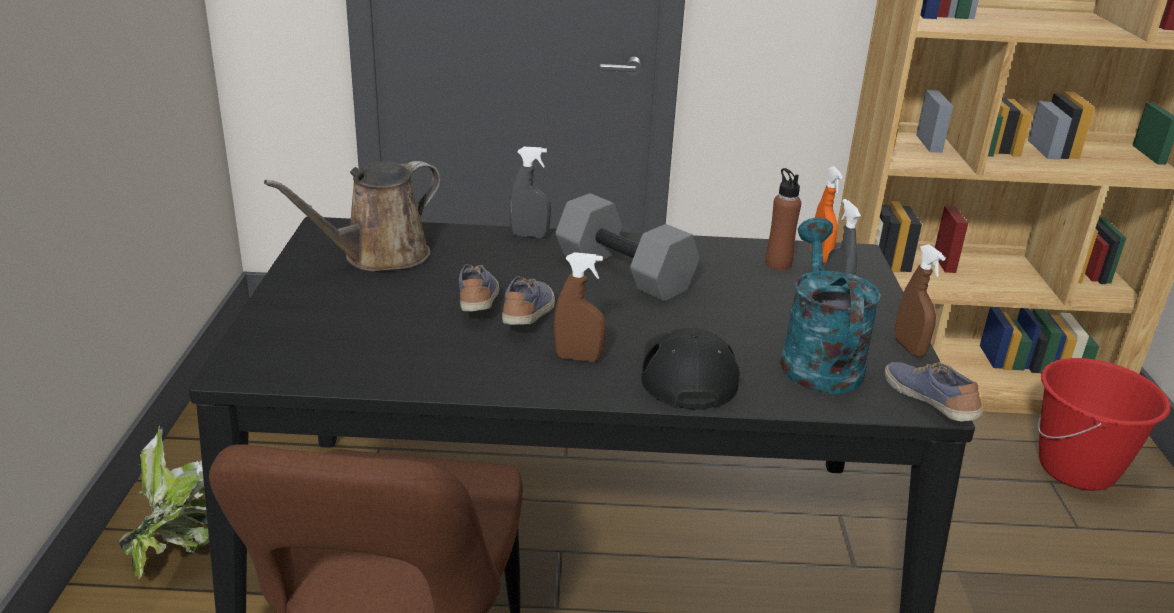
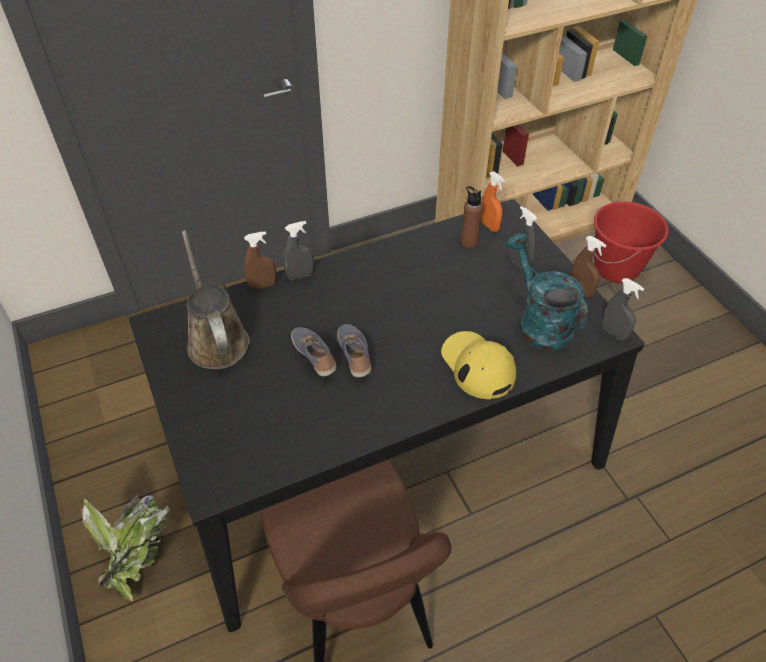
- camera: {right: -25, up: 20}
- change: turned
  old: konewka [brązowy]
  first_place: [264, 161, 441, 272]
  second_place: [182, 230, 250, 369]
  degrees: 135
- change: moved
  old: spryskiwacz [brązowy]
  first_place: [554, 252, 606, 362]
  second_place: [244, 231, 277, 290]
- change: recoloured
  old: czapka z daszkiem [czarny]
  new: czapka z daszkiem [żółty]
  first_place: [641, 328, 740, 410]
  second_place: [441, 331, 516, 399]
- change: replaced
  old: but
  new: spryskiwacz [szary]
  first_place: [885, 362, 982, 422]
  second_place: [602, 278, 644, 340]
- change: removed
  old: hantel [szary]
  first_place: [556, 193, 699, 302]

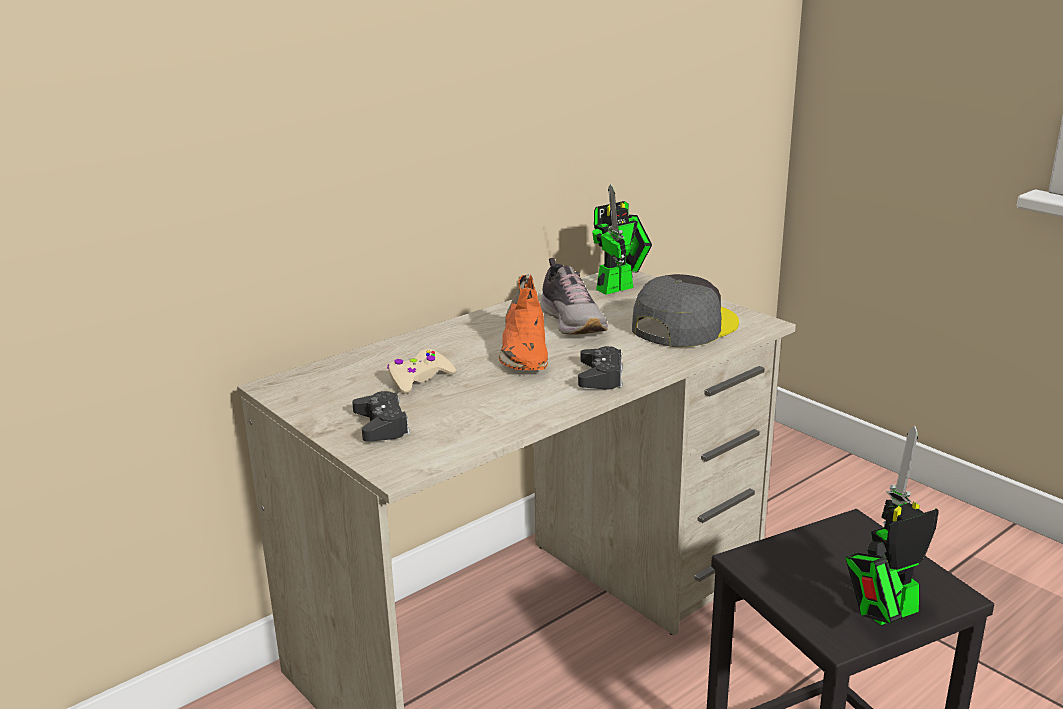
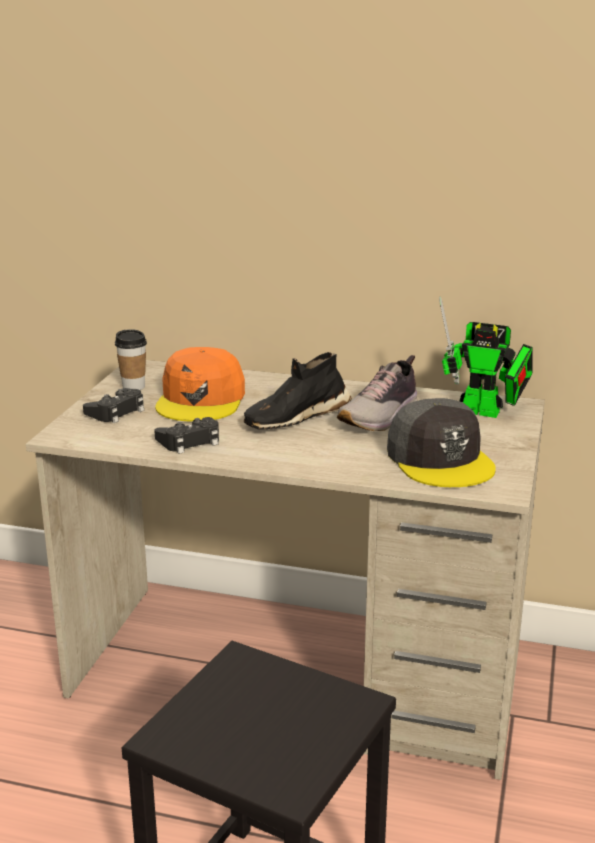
- camera: {right: 55, up: 0}
- change: added
  new: filiżanka
  second_place: [115, 329, 147, 390]
- change: moved
  old: pad do gier [czarny]
  first_place: [578, 346, 623, 390]
  second_place: [154, 417, 219, 454]
- change: replaced
  old: pad do gier [beżowy]
  new: czapka z daszkiem [pomarańczowy]
  first_place: [387, 349, 456, 394]
  second_place: [155, 347, 245, 422]
- change: recoloured
  old: but [pomarańczowy]
  new: but [czarny]
  first_place: [499, 274, 548, 371]
  second_place: [244, 352, 352, 430]
- change: turned
  old: czapka z daszkiem [szary]
  first_place: [632, 274, 739, 347]
  second_place: [387, 398, 496, 487]
  degrees: 60
- change: removed
  old: robot zabawkowy
  first_place: [845, 426, 939, 625]

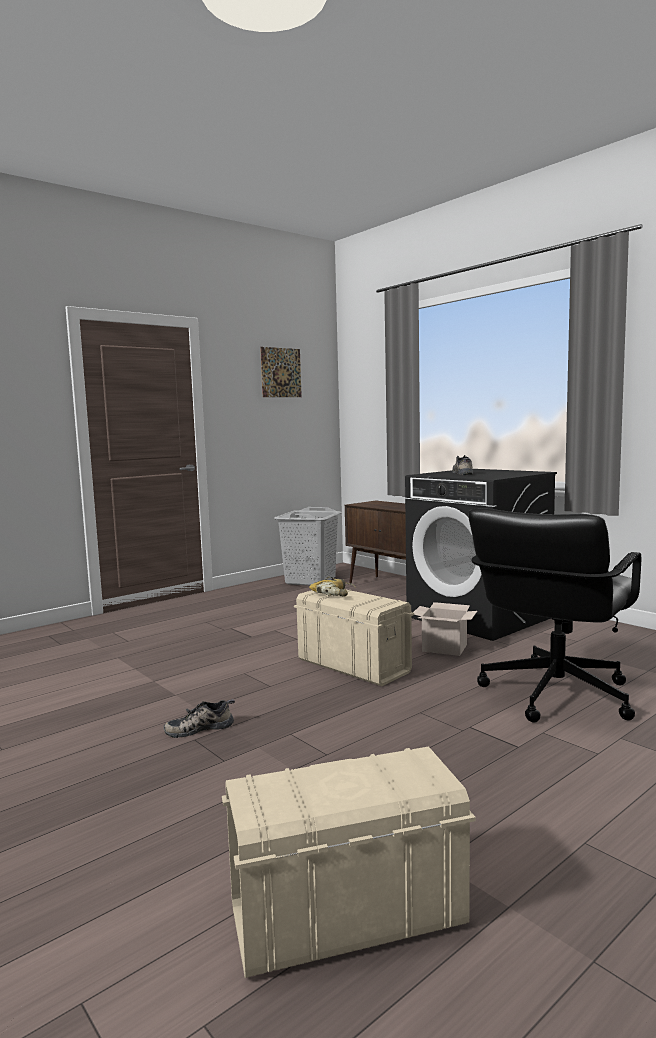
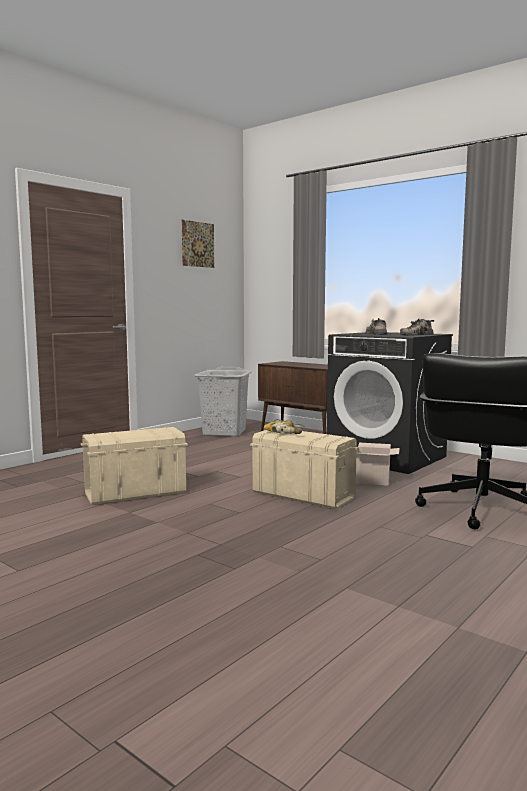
- camera: {right: -10, up: 0}
- change: moved
  old: pojemnik do przechowywania [beżowy]
  first_place: [222, 747, 476, 978]
  second_place: [81, 427, 188, 505]
- change: moved
  old: but
  first_place: [164, 699, 235, 738]
  second_place: [400, 319, 434, 336]

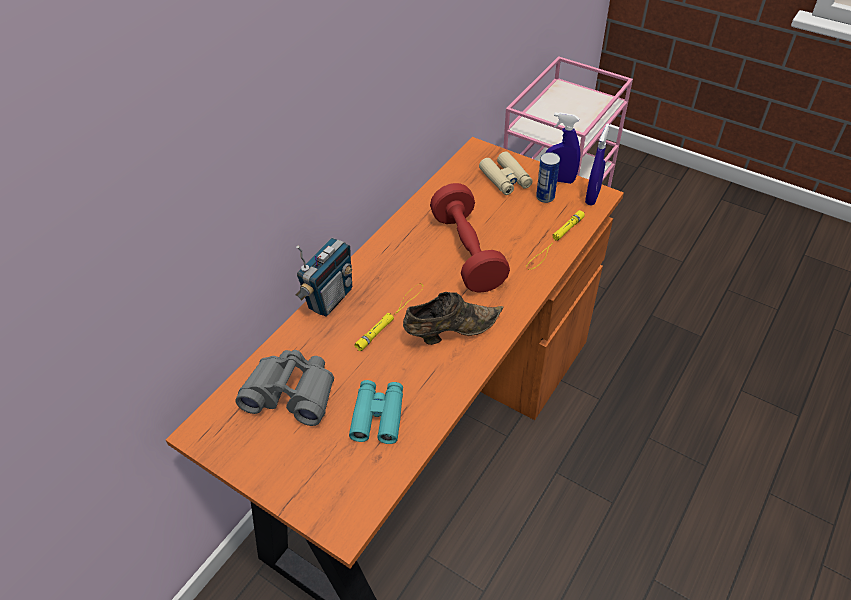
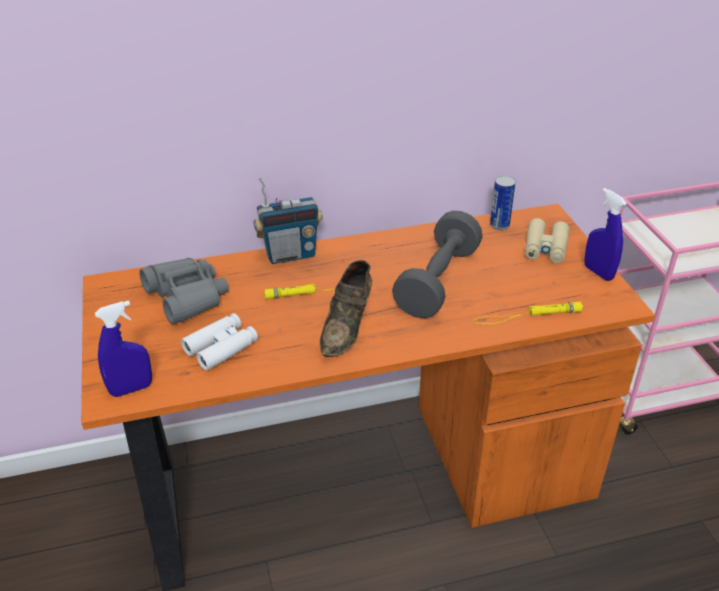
- camera: {right: 40, up: -10}
- change: moved
  old: spryskiwacz [niebieski]
  first_place: [585, 123, 610, 206]
  second_place: [95, 301, 152, 397]
- change: recoloured
  old: lornetka [turkusowy]
  new: lornetka [biały]
  first_place: [349, 380, 403, 444]
  second_place: [181, 313, 258, 371]
- change: turned
  old: but [brązowy]
  first_place: [403, 292, 504, 345]
  second_place: [320, 260, 372, 357]
  degrees: 90
- change: recoloured
  old: hantel [czerwony]
  new: hantel [szary]
  first_place: [430, 183, 510, 293]
  second_place: [392, 211, 483, 318]
- change: moved
  old: puszka
  first_place: [536, 152, 560, 203]
  second_place: [490, 176, 516, 230]

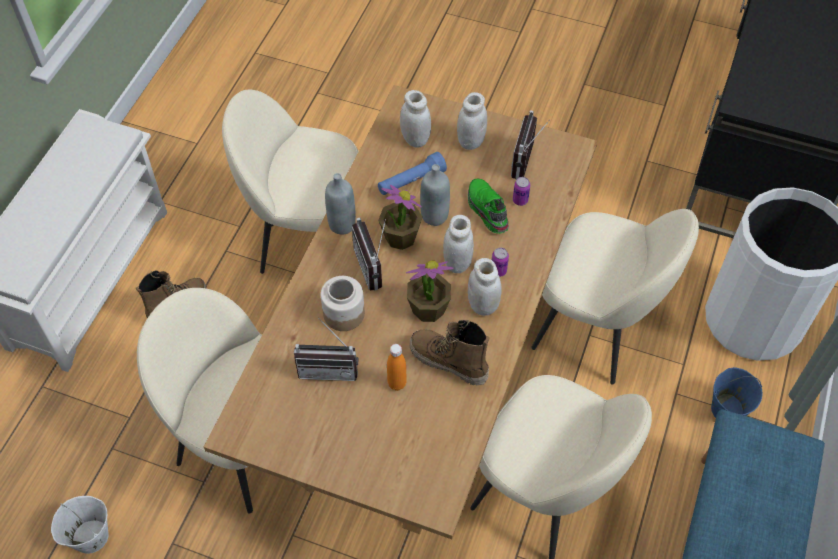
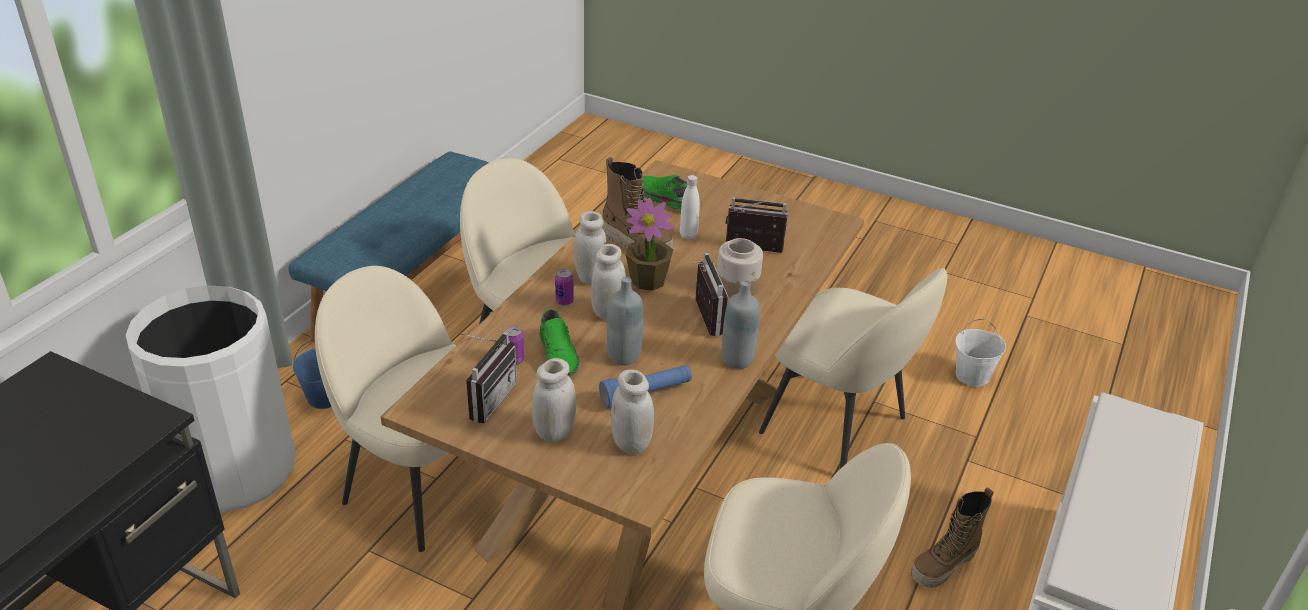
- camera: {right: -175, up: -20}
- change: added
  new: but [zielony]
  second_place: [643, 175, 687, 210]
- change: recoloured
  old: butelka [pomarańczowy]
  new: butelka [biały]
  first_place: [387, 344, 407, 391]
  second_place: [680, 175, 700, 240]
- change: removed
  old: roślina doniczkowa
  first_place: [378, 185, 423, 250]

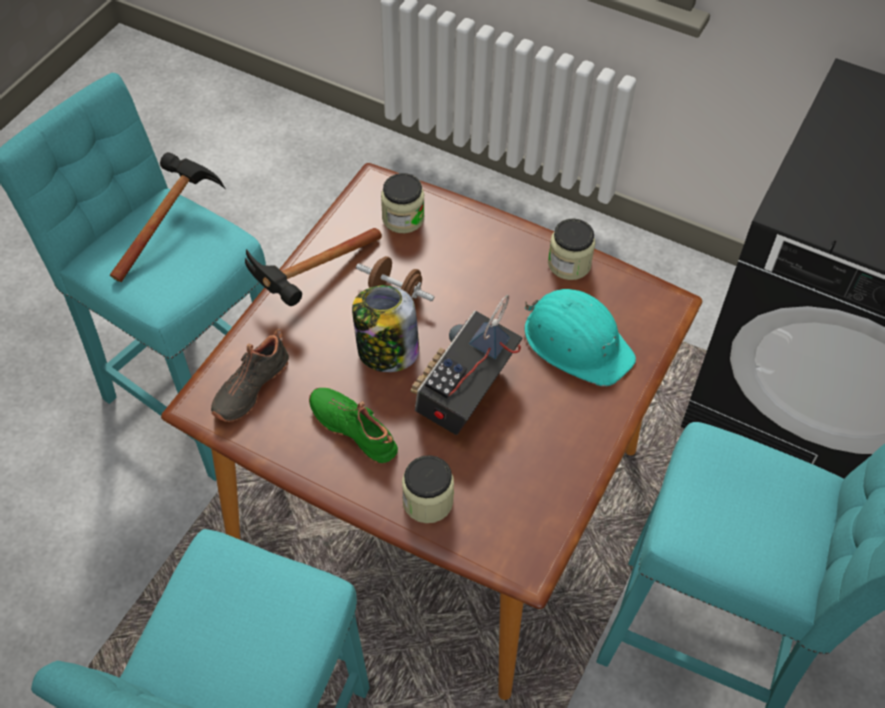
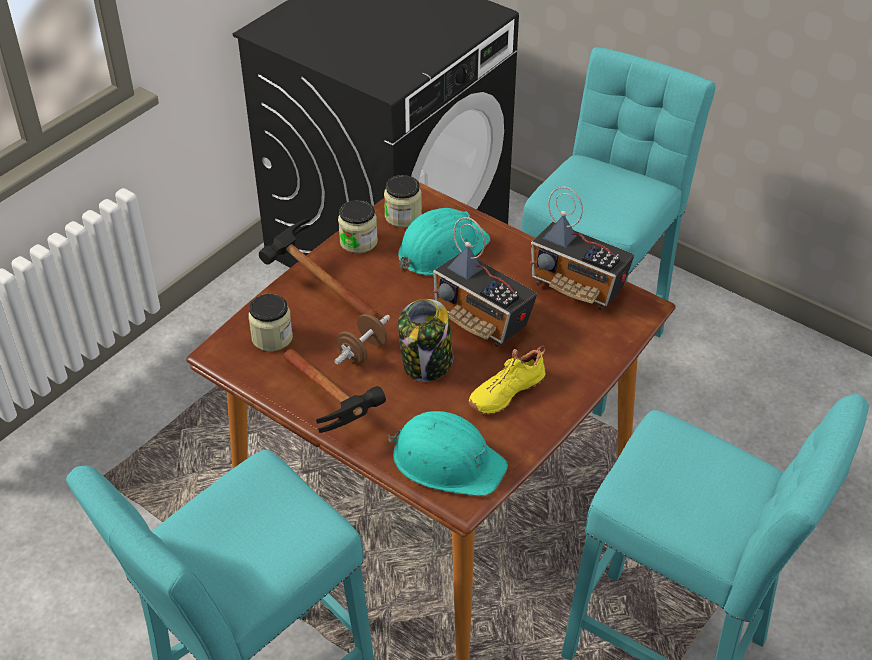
- camera: {right: -80, up: -10}
- change: moved
  old: młotek
  first_place: [110, 152, 226, 282]
  second_place: [259, 219, 378, 317]
- change: moved
  old: słoik
  first_place: [402, 455, 454, 523]
  second_place: [384, 175, 422, 227]
- change: replaced
  old: but [czarny]
  new: kask [turkusowy]
  first_place: [211, 329, 289, 422]
  second_place: [388, 411, 508, 496]
- change: recoloured
  old: but [zielony]
  new: but [żółty]
  first_place: [309, 388, 398, 464]
  second_place: [468, 346, 546, 415]
- change: added
  new: radio
  second_place: [530, 187, 634, 310]

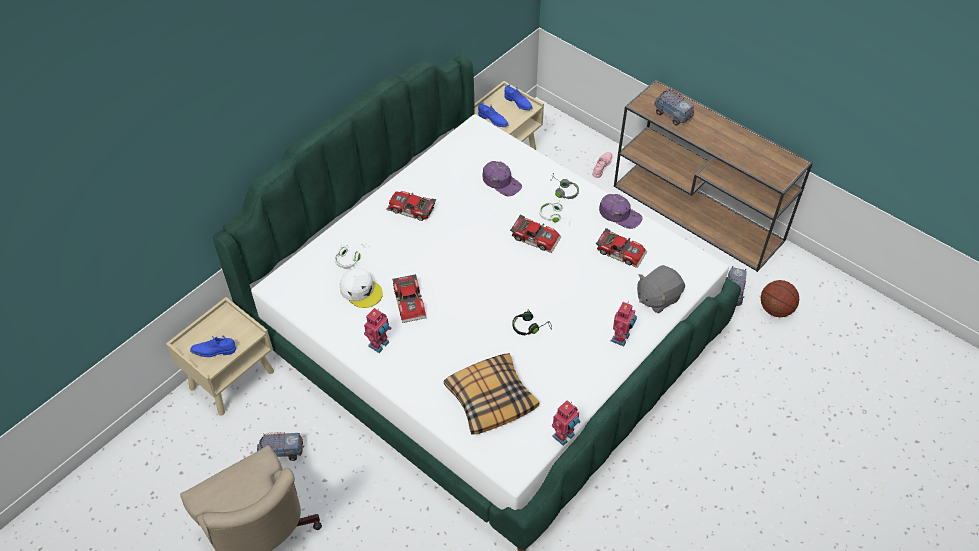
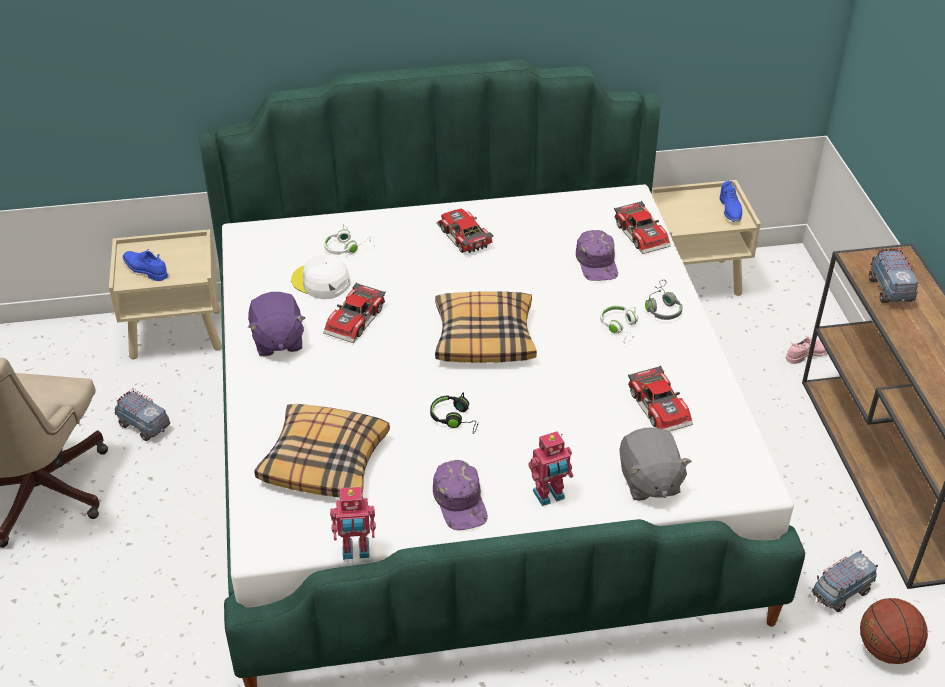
- camera: {right: 40, up: -10}
- change: replaced
  old: robot zabawkowy
  new: pluszak [fioletowy]
  first_place: [364, 308, 392, 353]
  second_place: [248, 292, 305, 356]
- change: turned
  old: czapka z daszkiem [biały]
  first_place: [340, 268, 383, 308]
  second_place: [291, 254, 350, 299]
  degrees: 135
- change: moved
  old: czapka z daszkiem [fioletowy]
  first_place: [599, 194, 643, 229]
  second_place: [433, 460, 488, 530]
- change: added
  new: poduszka
  second_place: [435, 291, 537, 363]
- change: moved
  old: samochodzik
  first_place: [510, 215, 561, 253]
  second_place: [614, 201, 671, 254]
- change: turned
  old: pluszak [szary]
  first_place: [637, 265, 685, 313]
  second_place: [619, 427, 692, 501]
  degrees: -105
- change: removed
  old: but [niebieski]
  first_place: [478, 102, 509, 127]

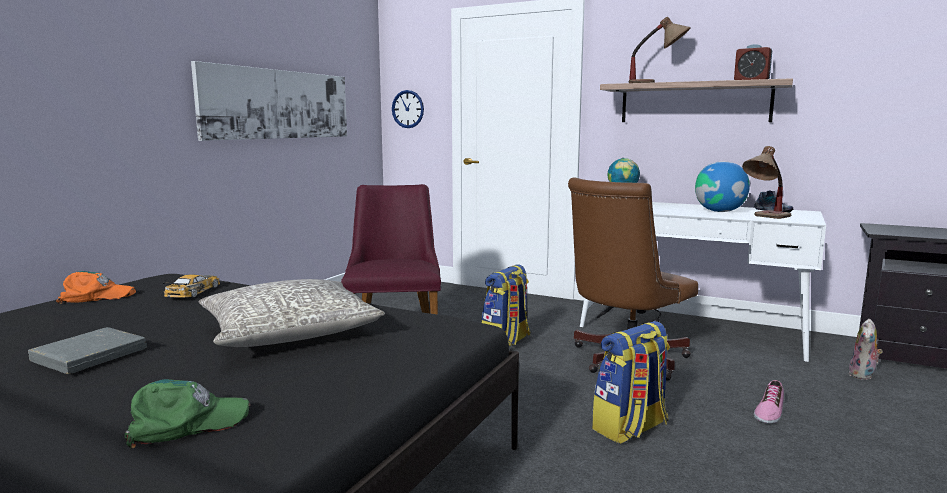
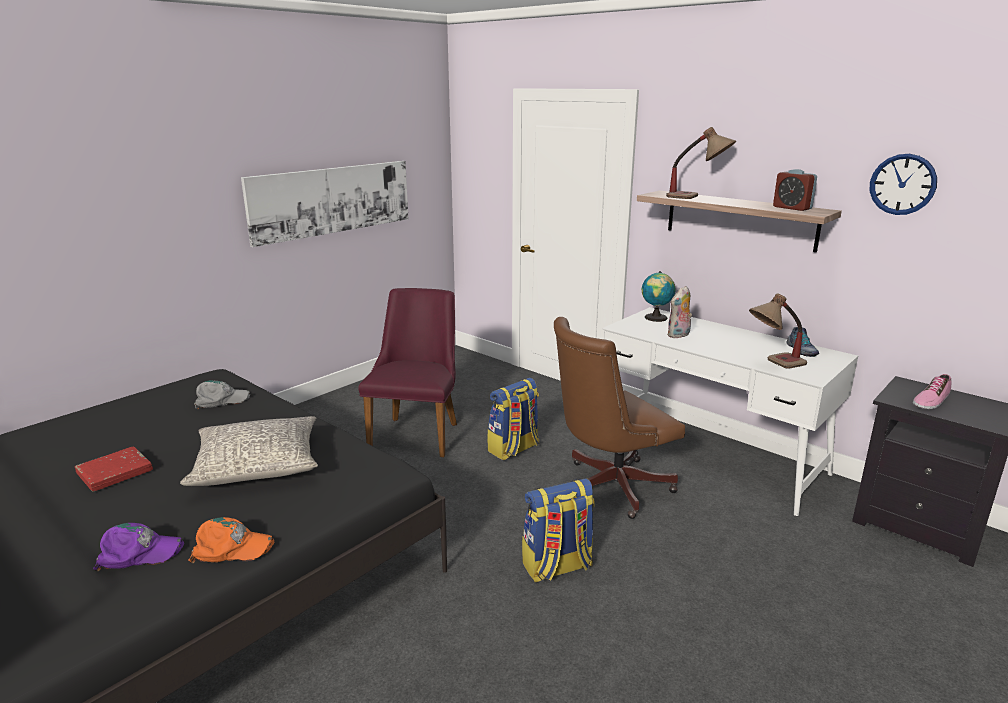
- camera: {right: 15, up: 10}
- change: recoloured
  old: książka [szary]
  new: książka [czerwony]
  first_place: [28, 327, 147, 374]
  second_place: [75, 446, 153, 492]
- change: recoloured
  old: czapka z daszkiem [zielony]
  new: czapka z daszkiem [fioletowy]
  first_place: [125, 379, 251, 449]
  second_place: [93, 523, 184, 571]
- change: moved
  old: czapka z daszkiem [pomarańczowy]
  first_place: [56, 271, 136, 304]
  second_place: [188, 517, 274, 563]
- change: replaced
  old: samochodzik
  new: czapka z daszkiem [szary]
  first_place: [163, 274, 220, 298]
  second_place: [194, 380, 250, 410]
- change: moved
  old: pluszak
  first_place: [848, 319, 883, 380]
  second_place: [667, 286, 692, 339]
- change: moved
  old: zegar ścienny
  first_place: [392, 90, 424, 128]
  second_place: [870, 154, 937, 215]
- change: moved
  old: but
  first_place: [754, 380, 784, 424]
  second_place: [913, 374, 951, 409]
- change: removed
  old: globus
  first_place: [695, 161, 750, 212]

